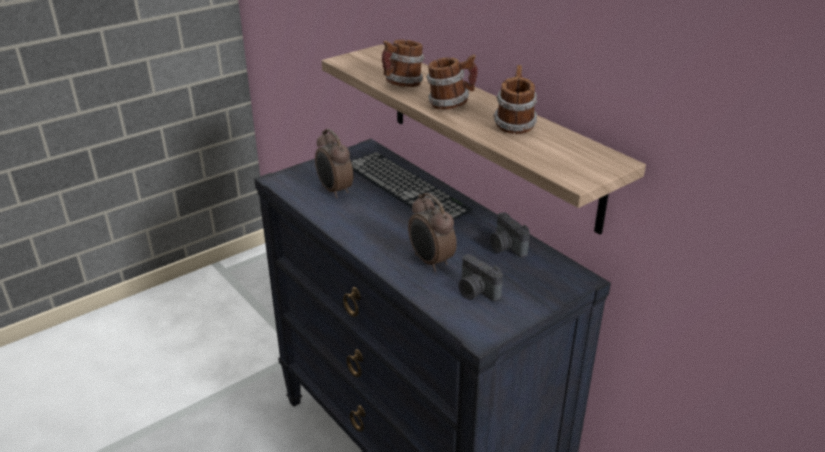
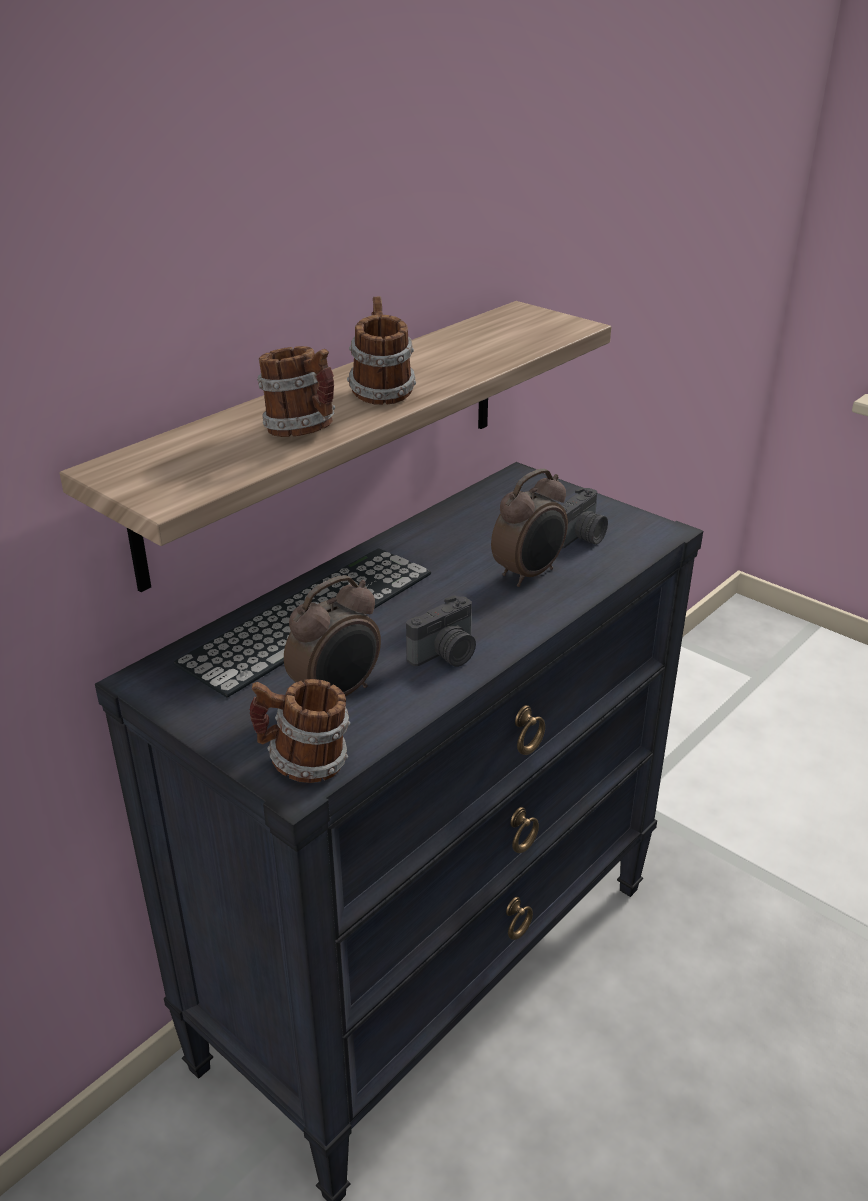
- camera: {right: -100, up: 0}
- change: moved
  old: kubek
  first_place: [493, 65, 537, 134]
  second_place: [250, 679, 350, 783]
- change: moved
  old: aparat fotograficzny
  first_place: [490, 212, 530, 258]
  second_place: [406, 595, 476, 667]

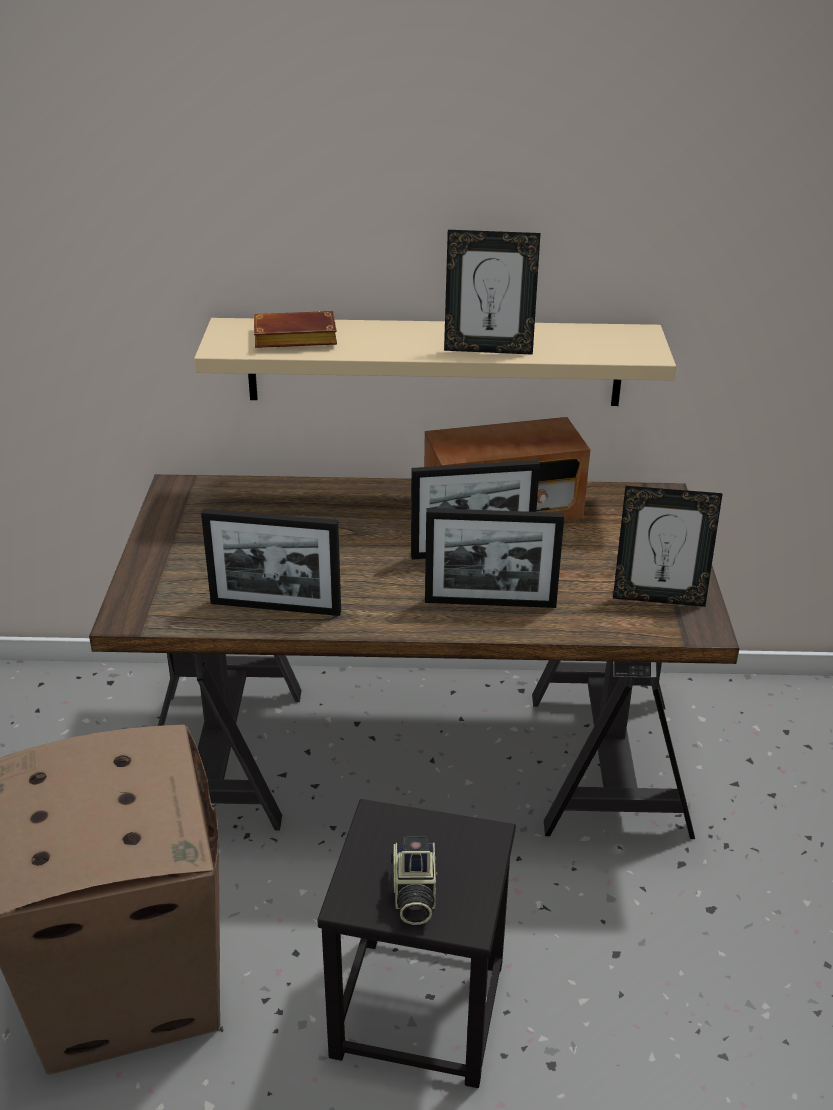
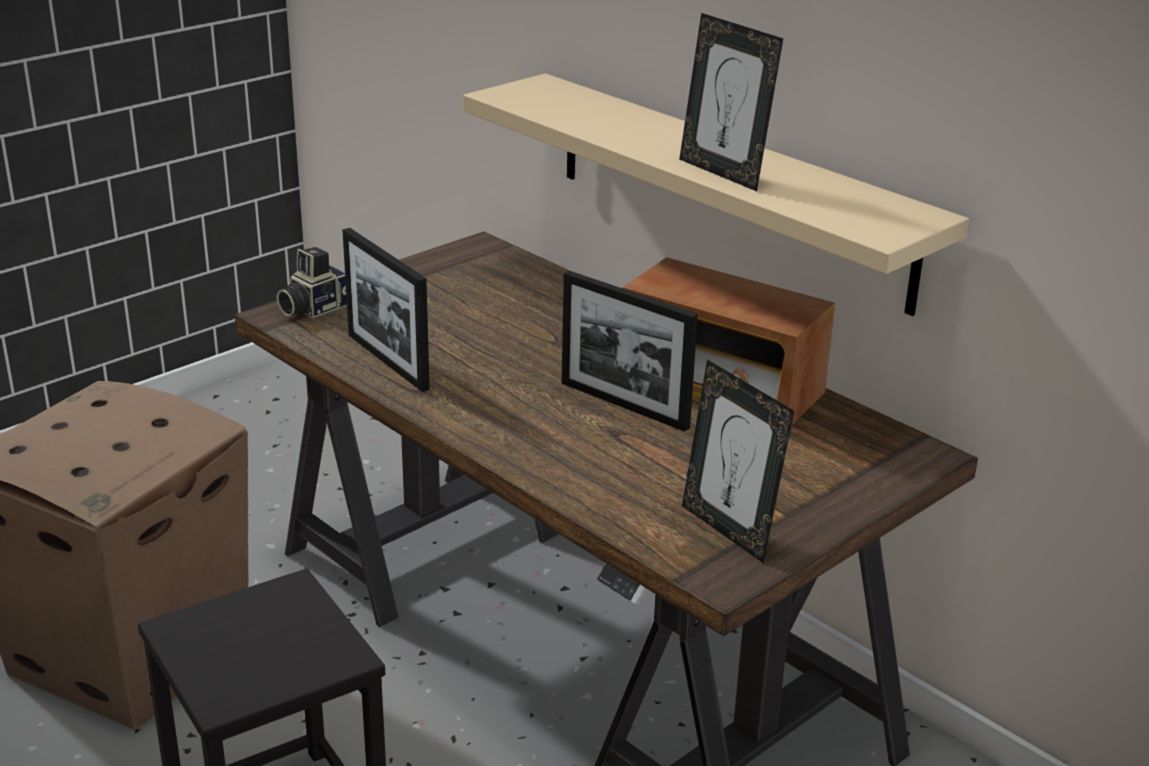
- camera: {right: 45, up: -5}
- change: moved
  old: aparat fotograficzny
  first_place: [388, 837, 437, 925]
  second_place: [277, 247, 347, 318]
- change: removed
  old: książka [brązowy]
  first_place: [254, 311, 337, 348]
- change: removed
  old: ramka na zdjęcie
  first_place: [425, 508, 564, 608]

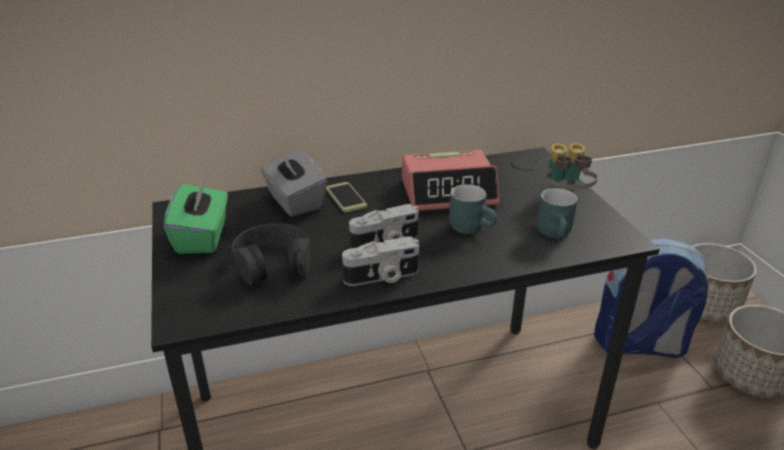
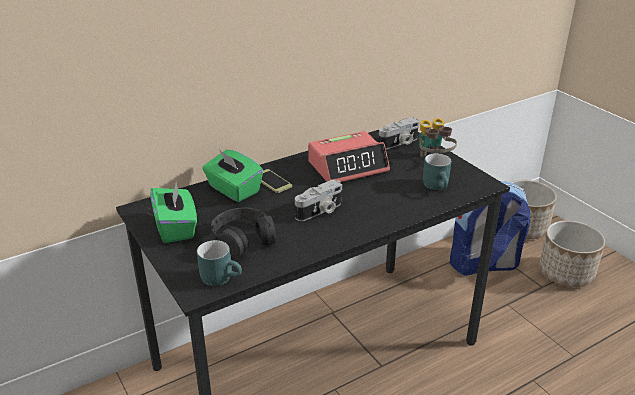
- camera: {right: -15, up: 0}
- change: moved
  old: kubek [turkusowy]
  first_place: [449, 184, 497, 234]
  second_place: [197, 240, 242, 286]
- change: recoloured
  old: pudełko chusteczek [szary]
  new: pudełko chusteczek [zielony]
  first_place: [261, 149, 327, 217]
  second_place: [202, 150, 263, 202]
- change: moved
  old: aparat fotograficzny
  first_place: [342, 237, 419, 286]
  second_place: [378, 117, 420, 149]

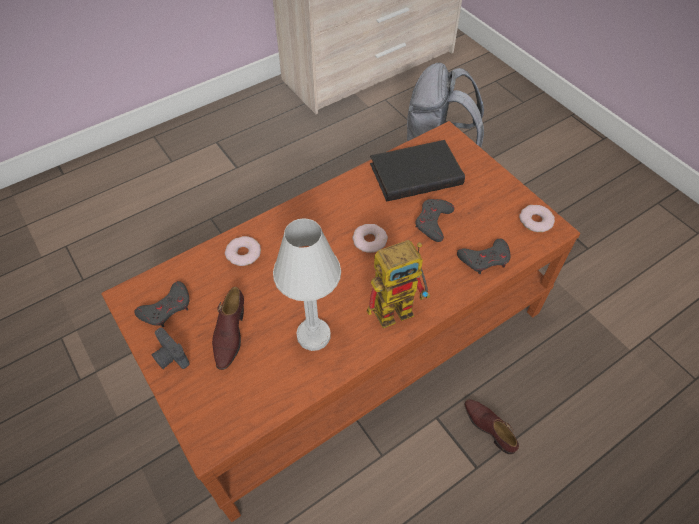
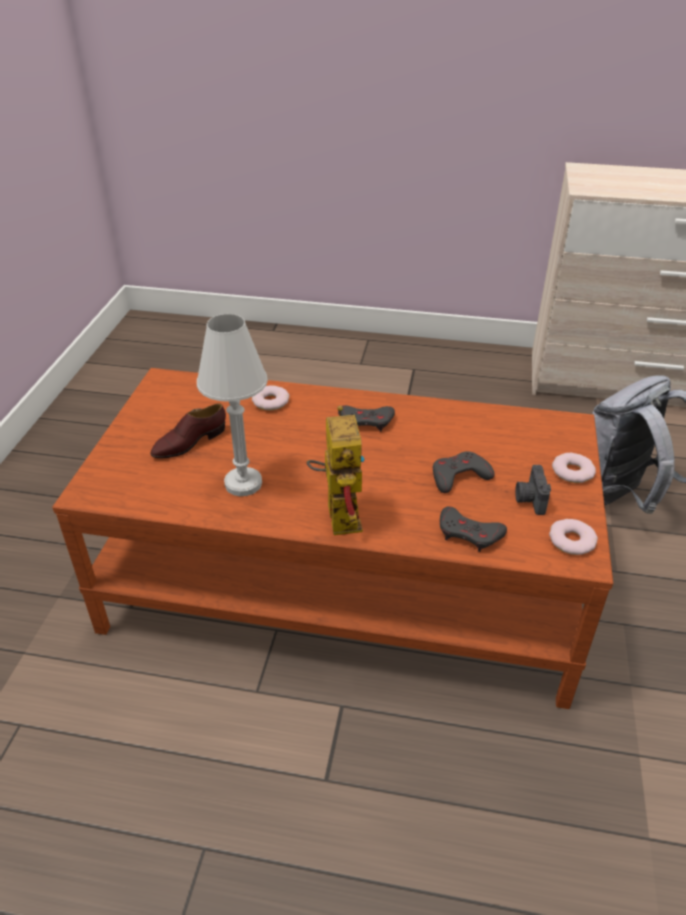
- camera: {right: 45, up: -15}
- change: turned
  old: robot zabawkowy
  first_place: [367, 240, 430, 328]
  second_place: [307, 405, 364, 535]
  degrees: -120
- change: moved
  old: pad do gier [szary]
  first_place: [134, 281, 190, 327]
  second_place: [338, 405, 395, 432]
- change: moved
  old: aparat fotograficzny
  first_place: [151, 328, 190, 369]
  second_place: [515, 465, 551, 515]
- change: moved
  old: donut
  first_place: [352, 224, 388, 253]
  second_place: [552, 453, 596, 483]
- change: removed
  old: książka [czarny]
  first_place: [370, 140, 465, 202]
- change: removed
  old: but [brązowy]
  first_place: [464, 399, 519, 454]

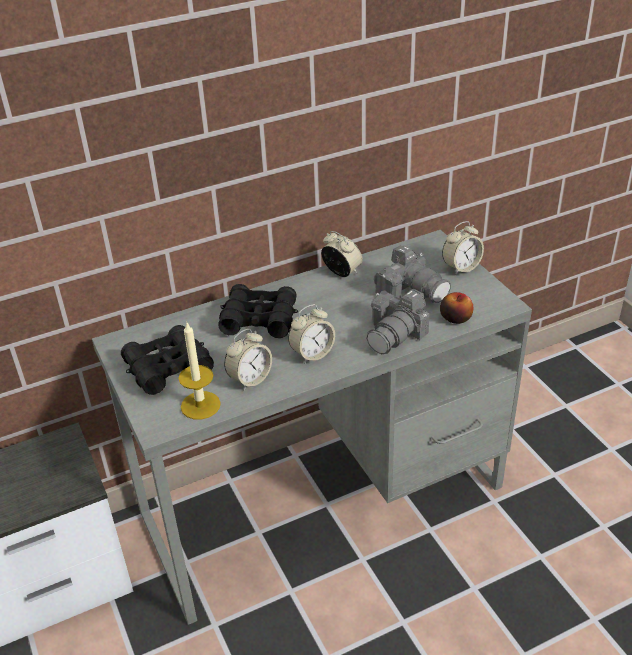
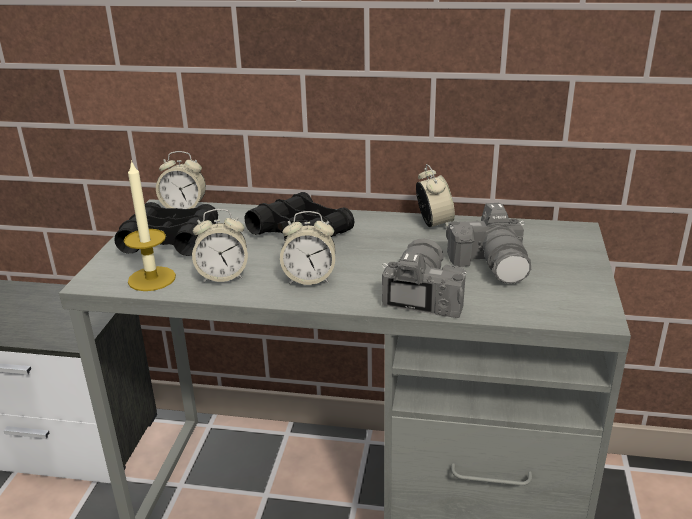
- camera: {right: 35, up: -10}
- change: moved
  old: budzik
  first_place: [442, 221, 484, 275]
  second_place: [156, 151, 206, 209]
- change: turned
  old: aparat fotograficzny
  first_place: [366, 289, 429, 354]
  second_place: [382, 238, 467, 318]
  degrees: 120
- change: removed
  old: jabłko
  first_place: [440, 292, 473, 324]

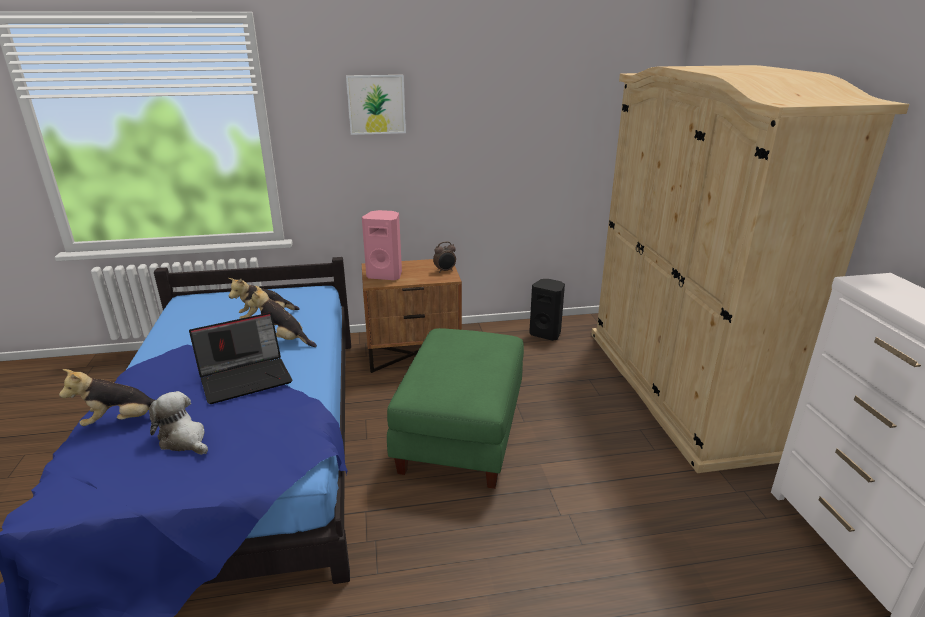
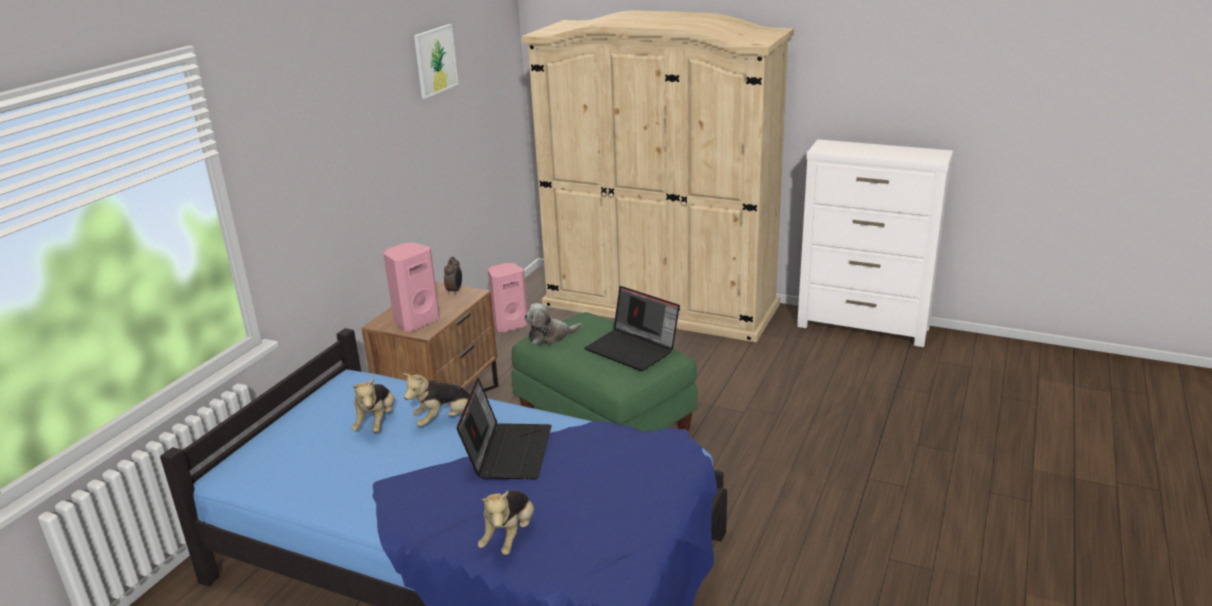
- camera: {right: -55, up: 0}
- change: moved
  old: obraz
  first_place: [346, 75, 406, 135]
  second_place: [414, 24, 458, 99]
- change: recoloured
  old: głośnik [czarny]
  new: głośnik [różowy]
  first_place: [529, 279, 565, 341]
  second_place: [488, 263, 529, 333]
- change: moved
  old: pluszak
  first_place: [149, 391, 208, 455]
  second_place: [524, 303, 582, 345]
- change: added
  new: laptop
  second_place: [585, 286, 680, 371]

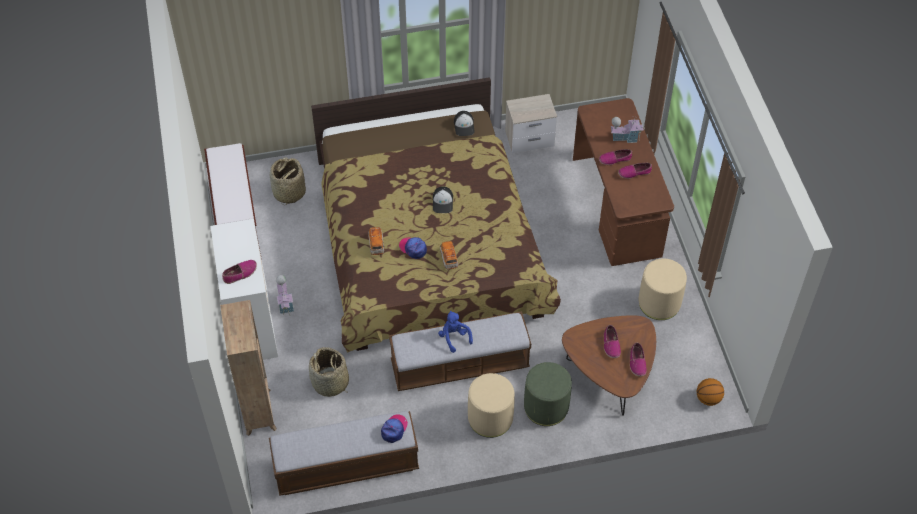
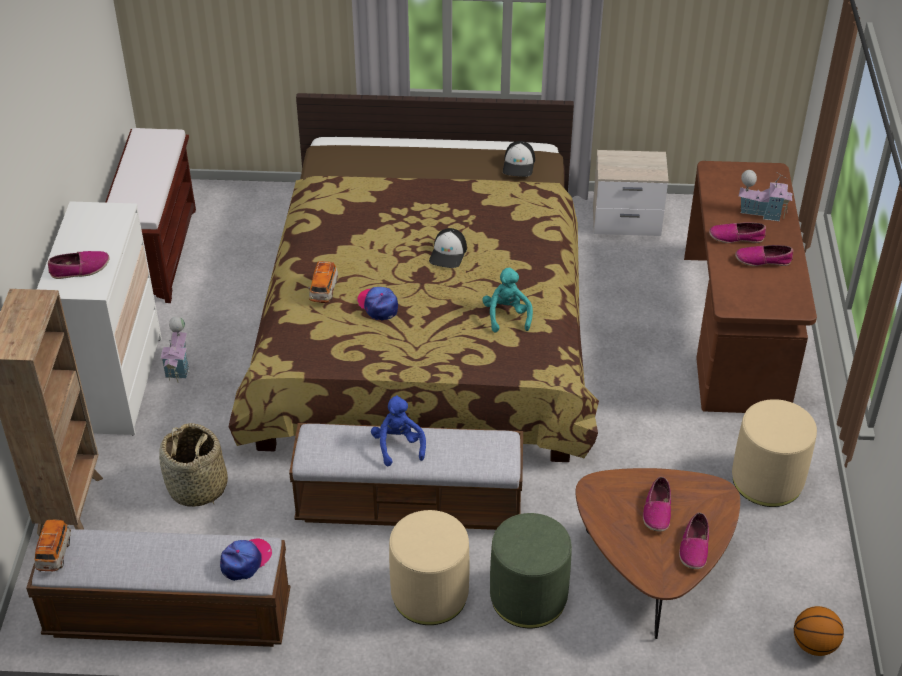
- camera: {right: 15, up: -10}
- change: moved
  old: samochodzik
  first_place: [440, 241, 458, 270]
  second_place: [34, 520, 71, 572]
- change: added
  new: pluszak [turkusowy]
  second_place: [482, 267, 533, 333]
- change: removed
  old: koszyk
  first_place: [270, 157, 306, 205]

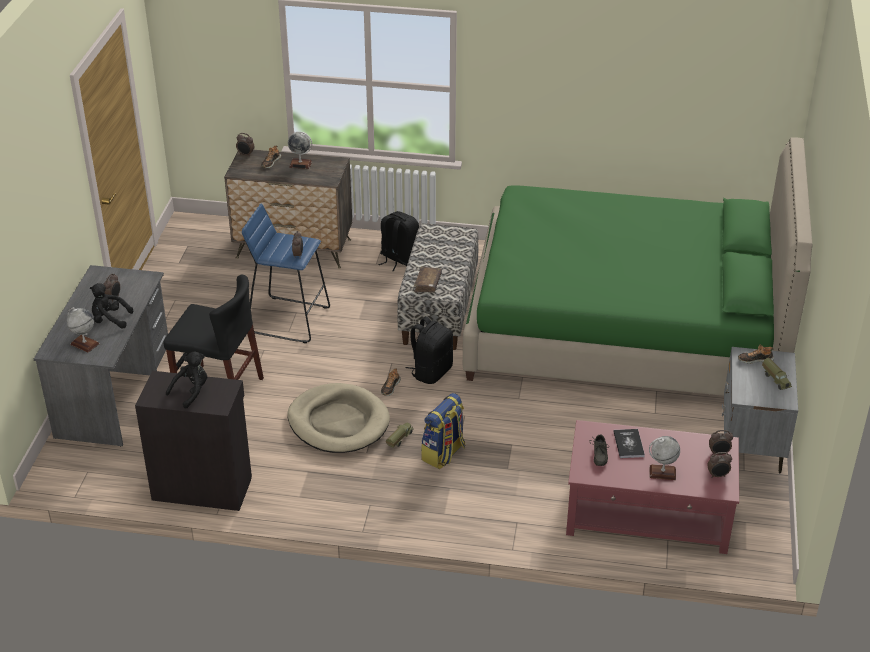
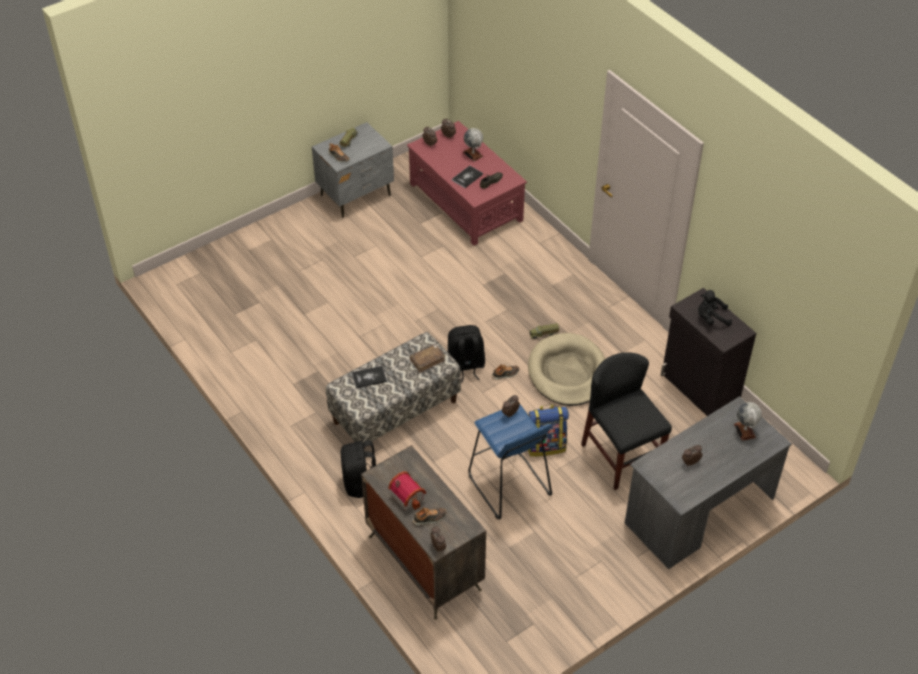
- camera: {right: -135, up: 10}
- change: added
  new: książka
  second_place: [352, 366, 387, 389]
- change: replaced
  old: globus
  new: domek
  first_place: [288, 132, 312, 169]
  second_place: [388, 471, 426, 511]
- change: moved
  old: plecak
  first_place: [421, 393, 465, 469]
  second_place: [528, 404, 569, 457]
- change: removed
  old: pluszak [czarny]
  first_place: [90, 283, 133, 329]
- change: removed
  old: łóżko [zielony]
  first_place: [463, 137, 813, 396]

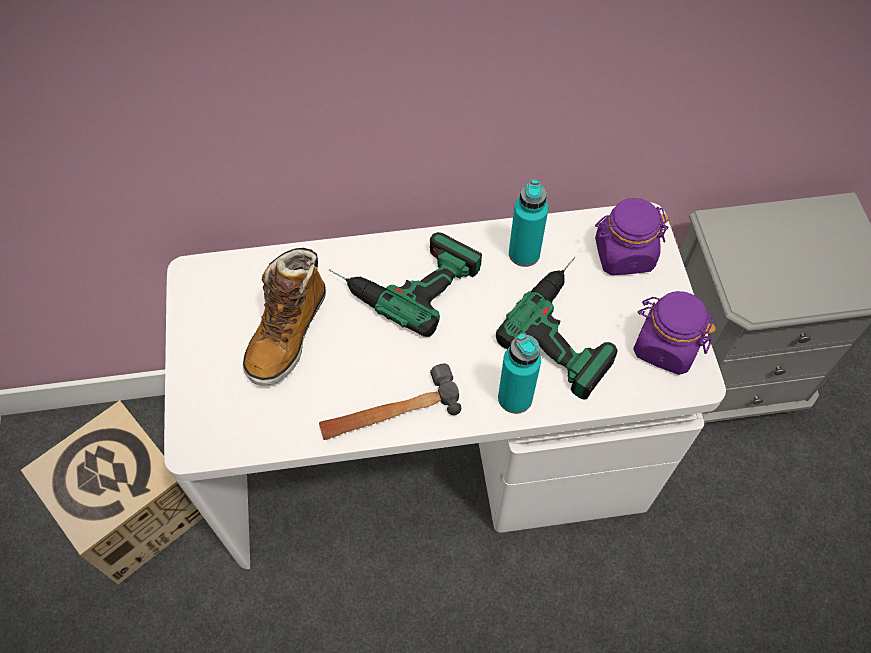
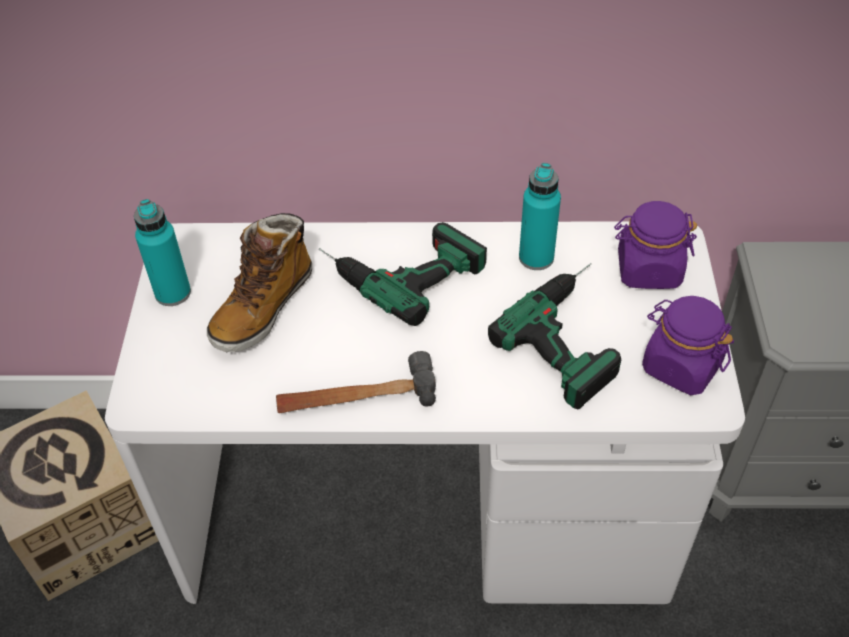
- camera: {right: 10, up: -10}
- change: moved
  old: butelka [turkusowy]
  first_place: [498, 333, 541, 414]
  second_place: [134, 199, 191, 306]

